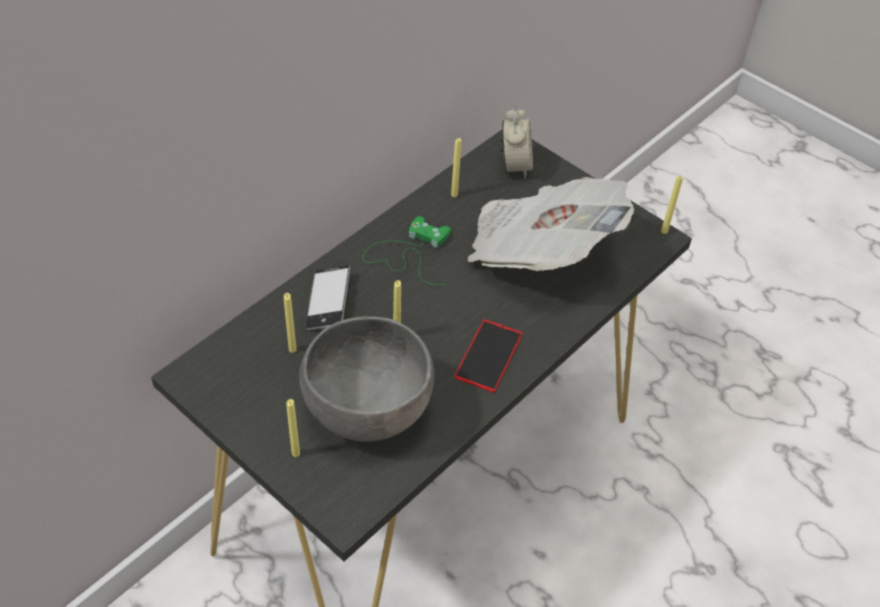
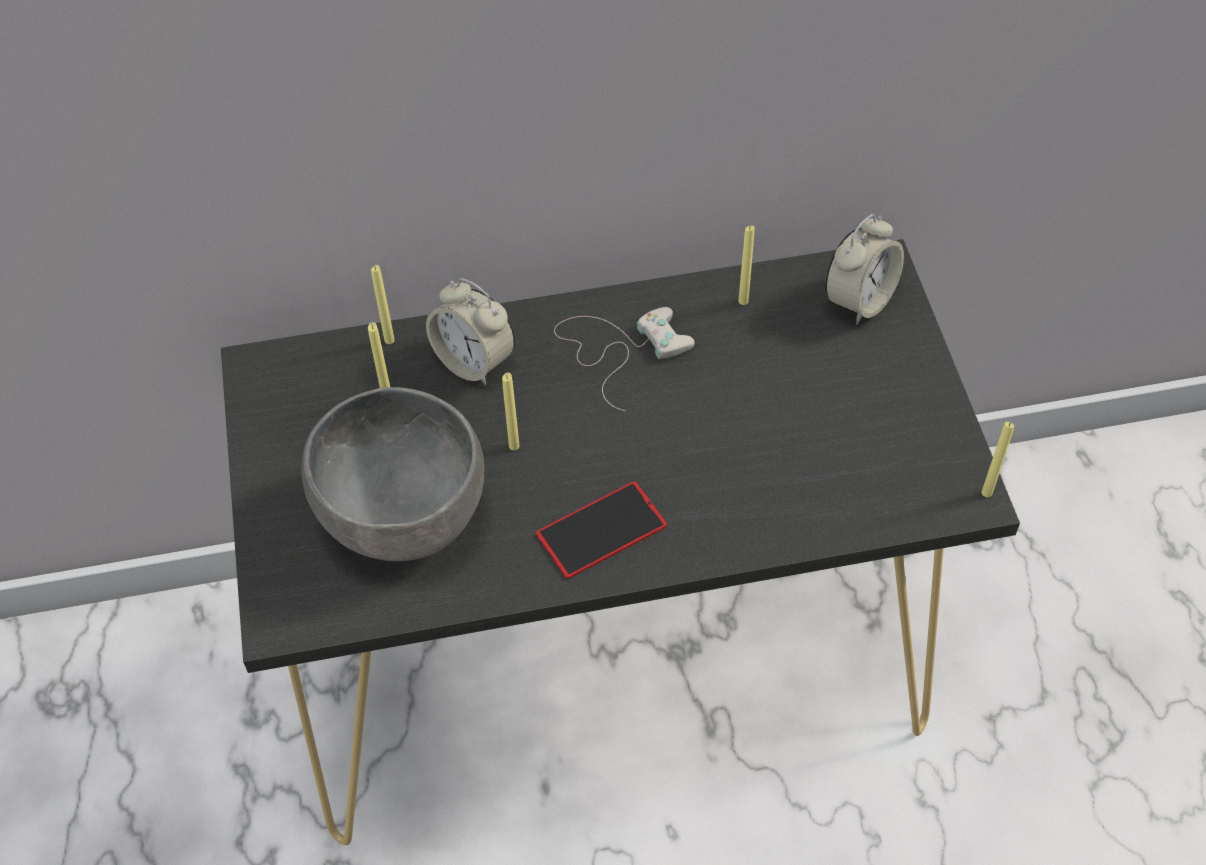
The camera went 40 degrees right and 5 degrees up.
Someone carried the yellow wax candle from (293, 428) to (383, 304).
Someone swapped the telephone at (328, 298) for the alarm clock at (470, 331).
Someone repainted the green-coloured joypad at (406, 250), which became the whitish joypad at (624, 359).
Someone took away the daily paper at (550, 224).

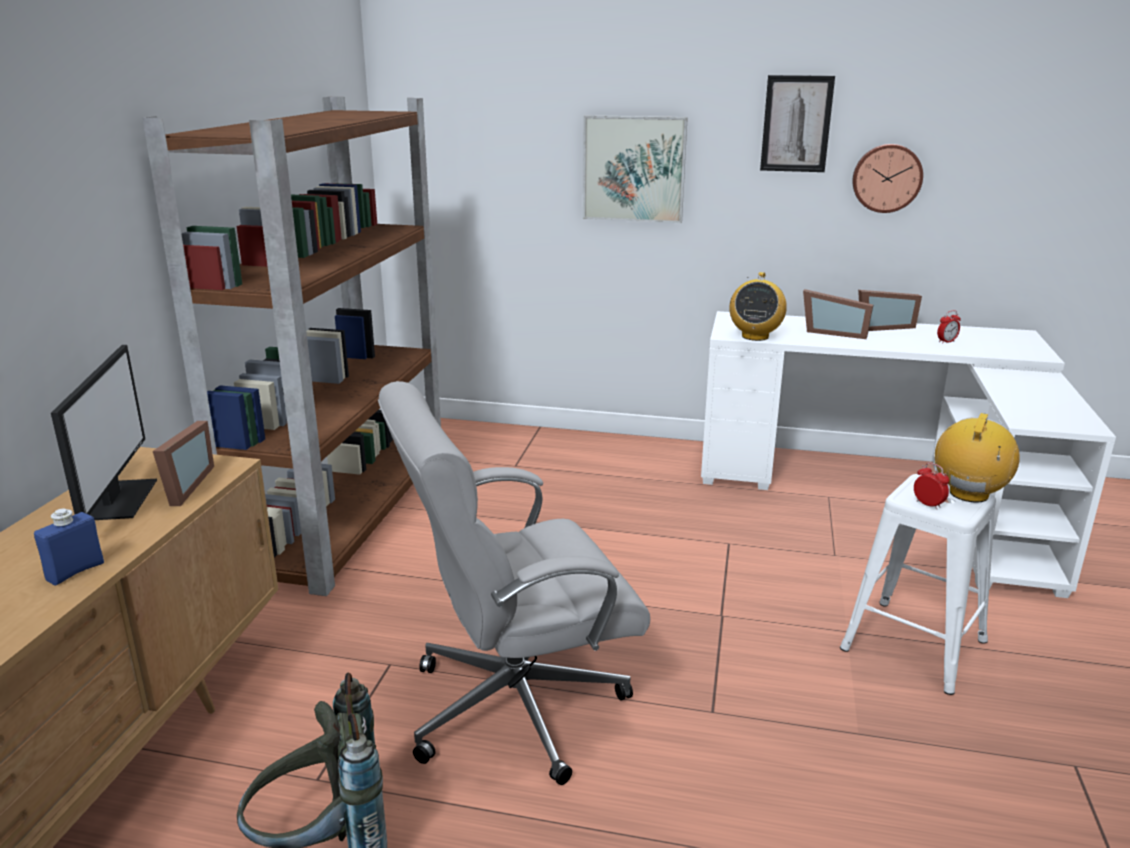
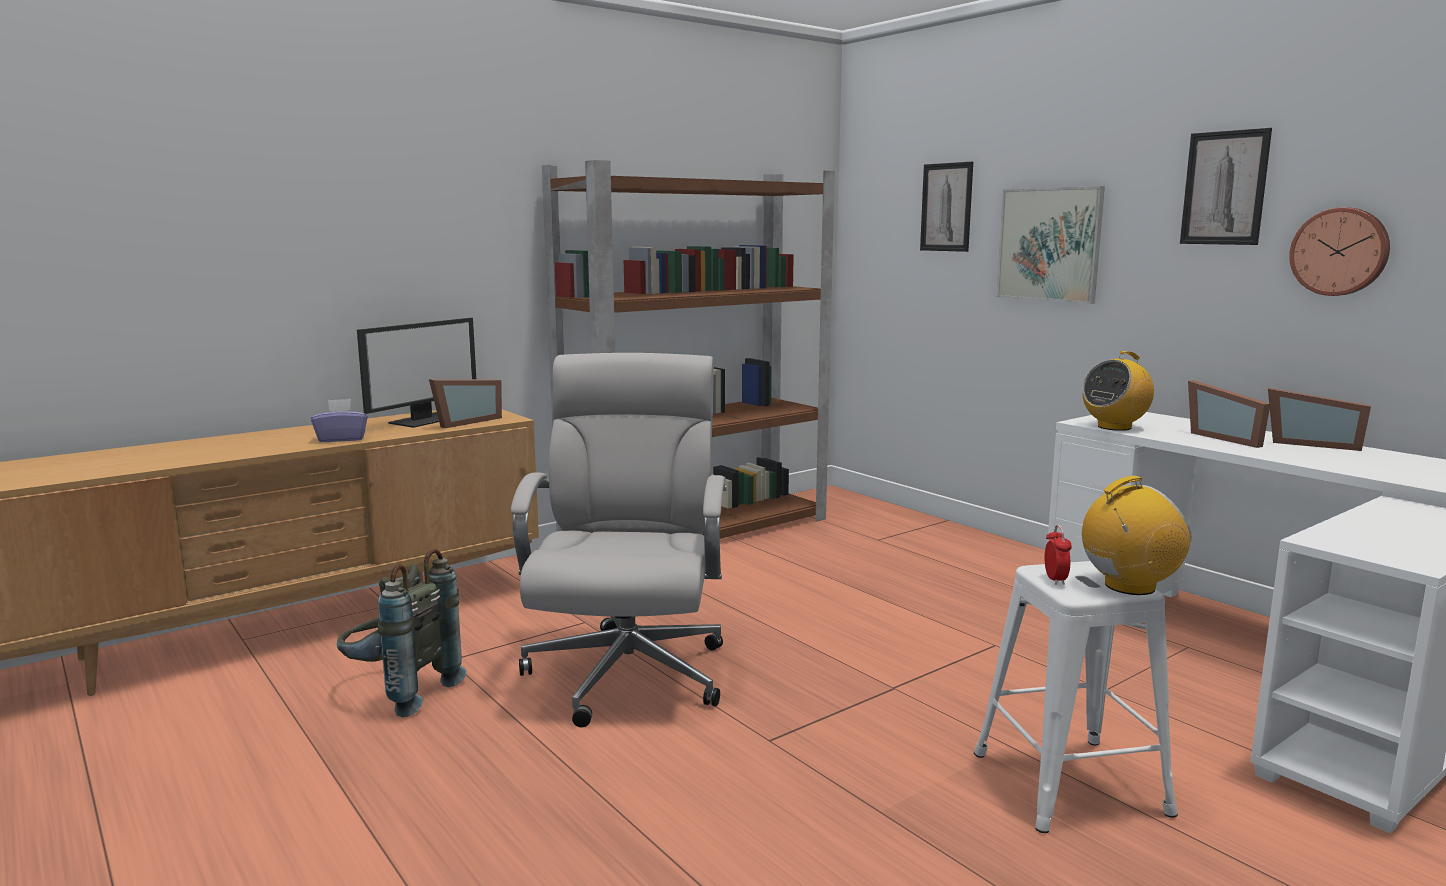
The camera went 40 degrees right and 10 degrees down.
Someone swapped the bluish beverage bottle at (69, 547) for the purplish tissue holder at (339, 420).
Someone rotated the greyish computer chair at (514, 583) by 75 degrees clockwise.
Someone took away the alarm clock at (949, 327).
Someone put up the wall picture at (946, 207).

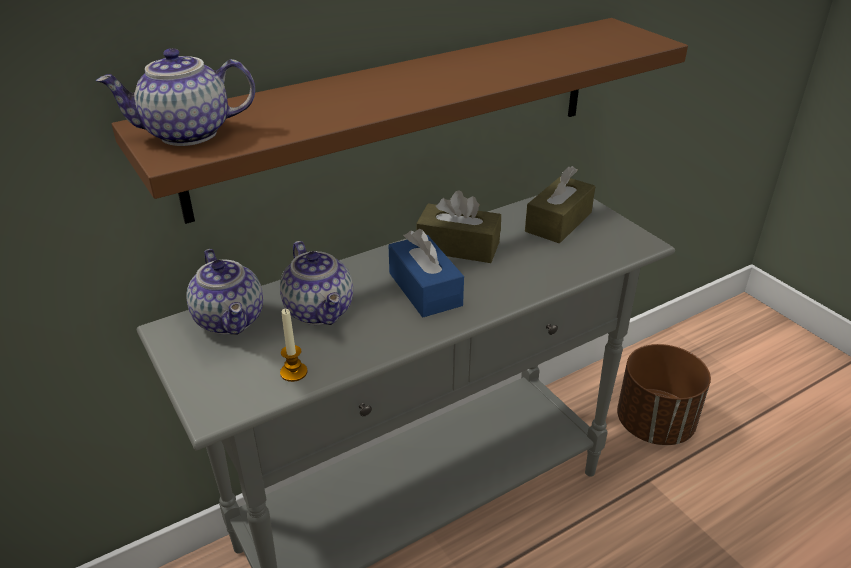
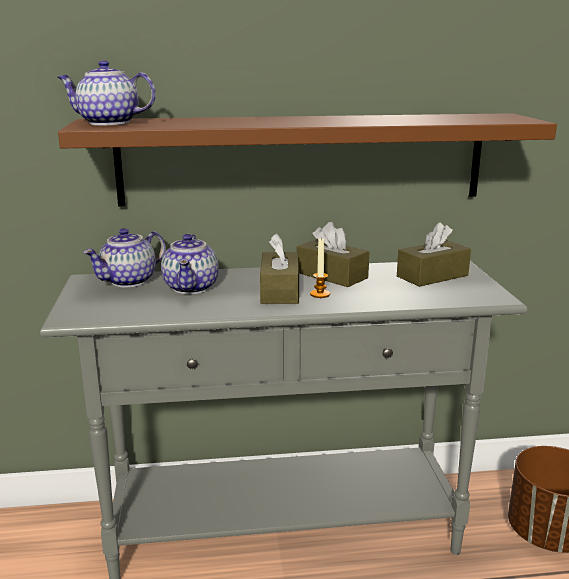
The camera went 25 degrees right and 15 degrees down.
Someone rotated the teapot at (224, 292) by 45 degrees clockwise.
Someone carried the wax candle from (294, 345) to (320, 267).
Someone repainted the bluish tissue holder at (426, 273), which became the brown-coloured tissue holder at (279, 269).

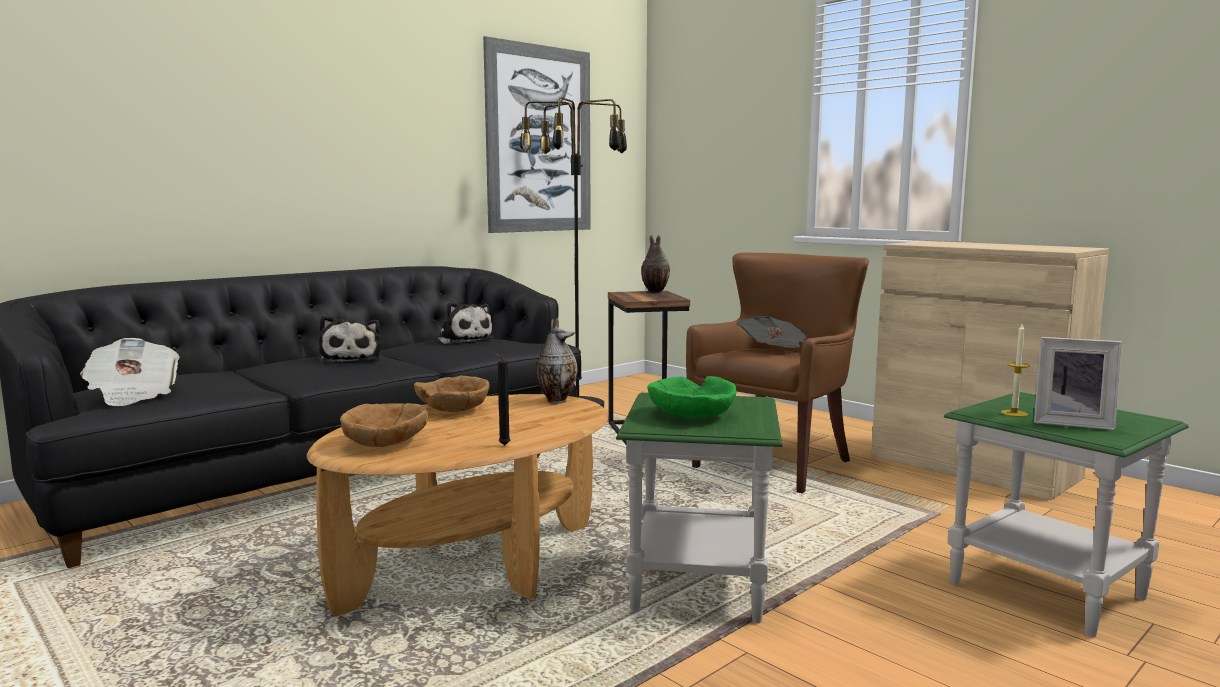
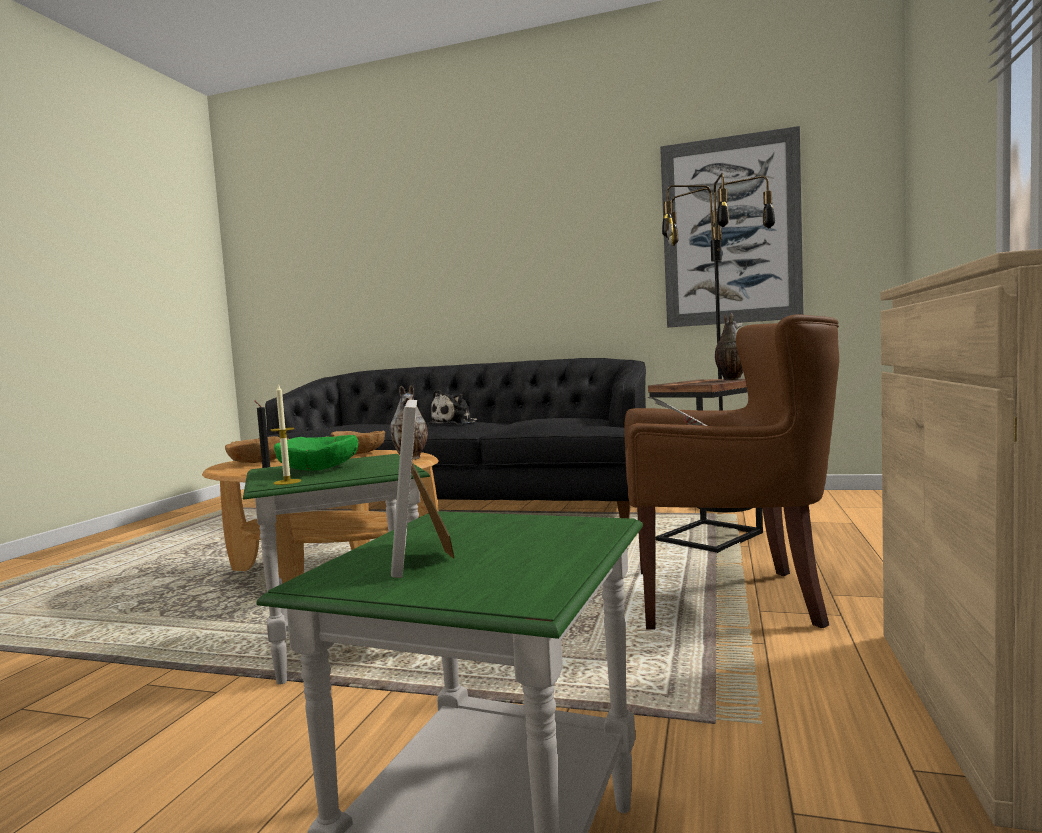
The camera went 60 degrees right and 5 degrees down.
Someone took away the daily paper at (130, 372).
Someone took away the cuddly toy at (465, 323).
Someone carried the wax candle from (1015, 370) to (286, 434).

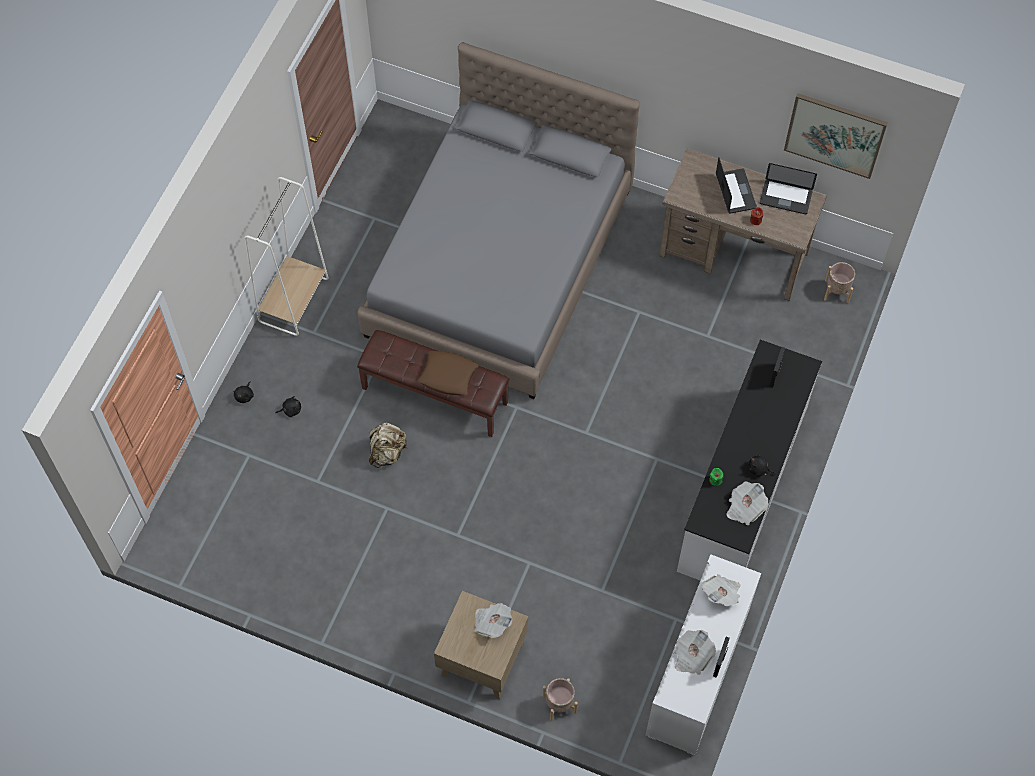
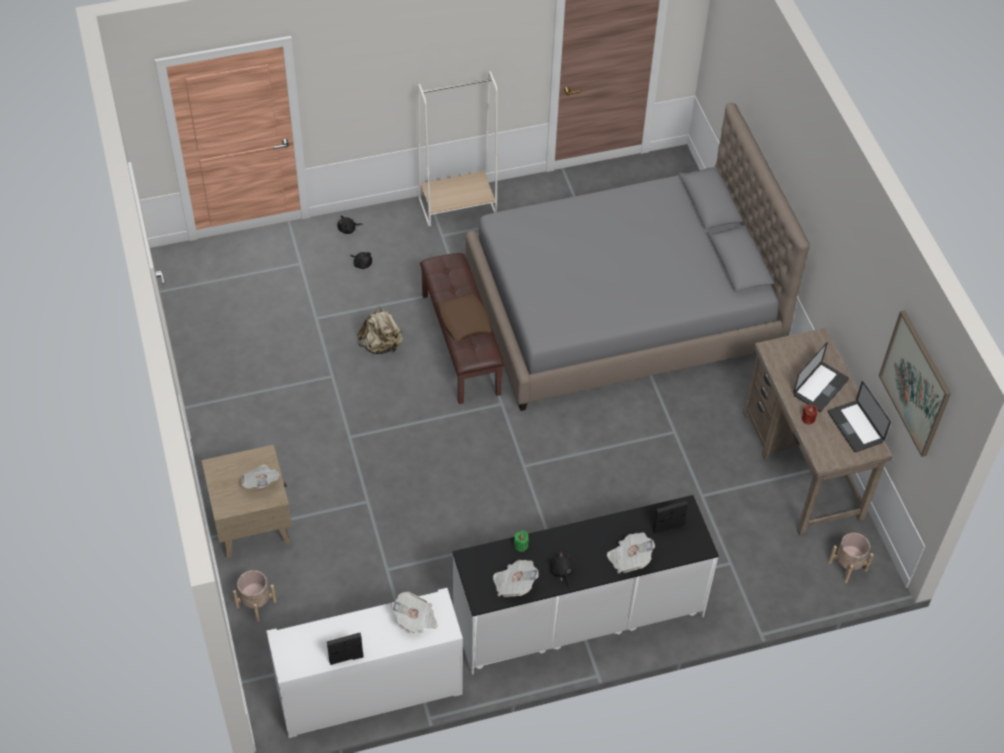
The camera went 50 degrees right and 10 degrees down.
Someone carried the daily paper from (695, 652) to (631, 552).

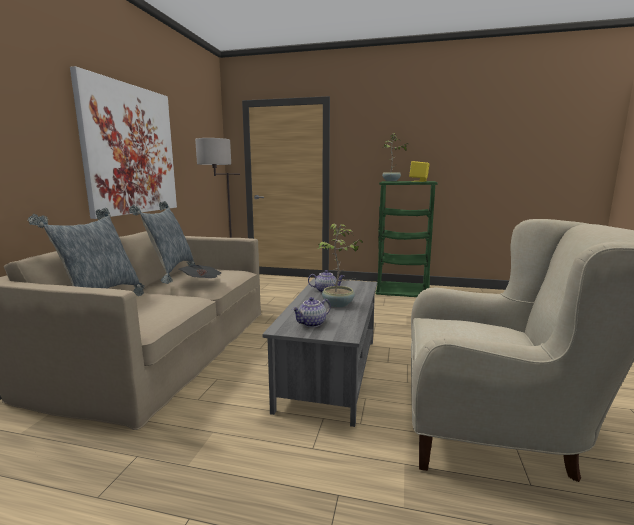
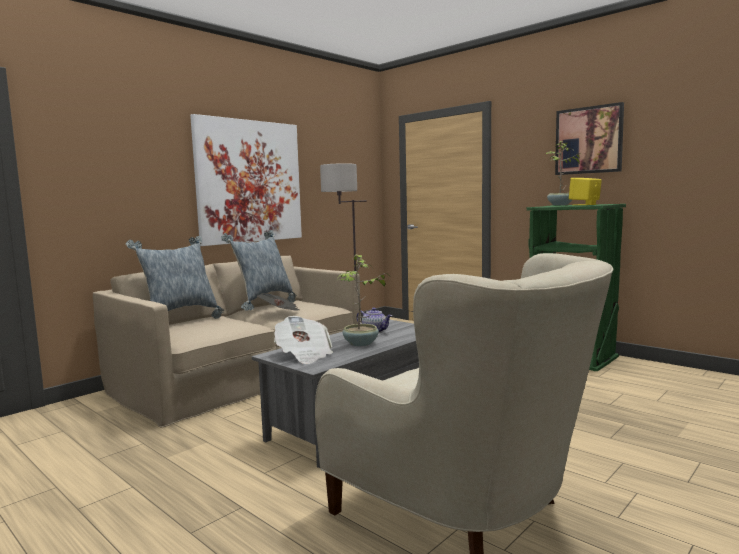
The camera went 30 degrees right and 5 degrees down.
Someone swapped the teapot at (311, 312) for the daily paper at (303, 340).
Someone put up the wall picture at (589, 138).

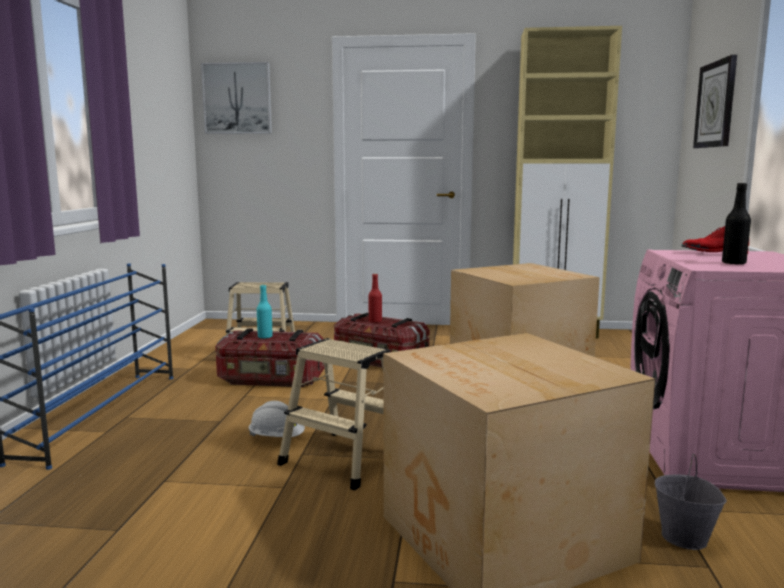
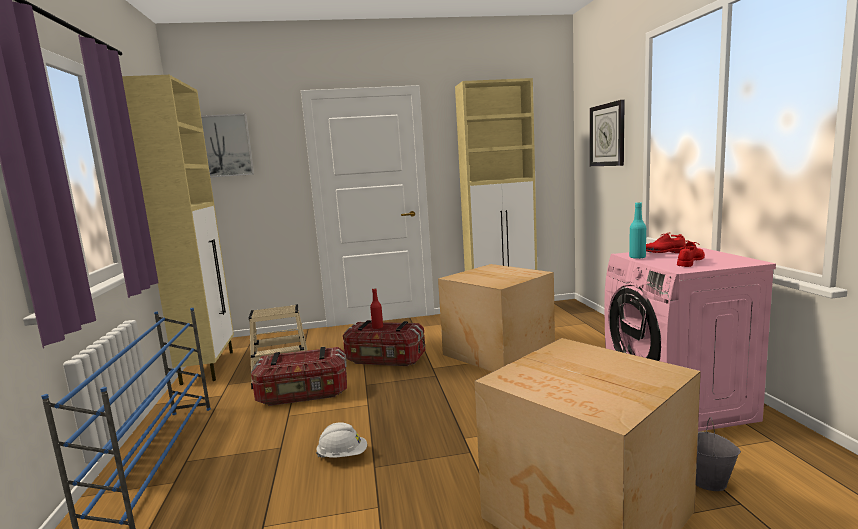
The camera went 15 degrees left and 0 degrees up.
Someone carried the turquoise beverage bottle from (265, 312) to (637, 230).
Someone took away the beige-coloured stepladder at (334, 414).
Someone swapped the black beverage bottle at (736, 224) for the reddish item of footwear at (691, 253).
Someone put down the beige-coloured storage cabinet at (178, 230).

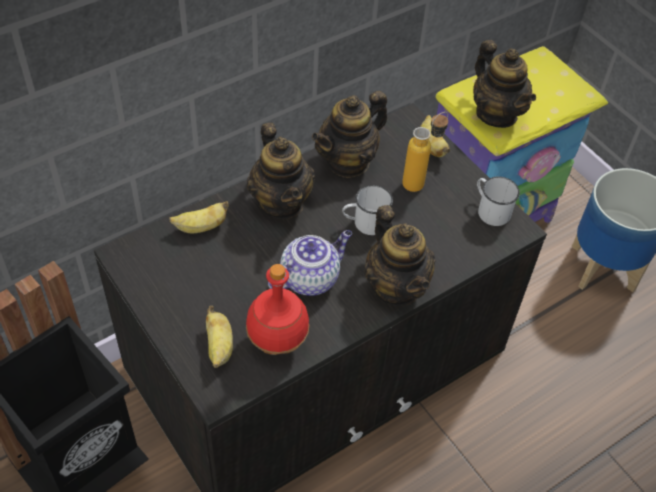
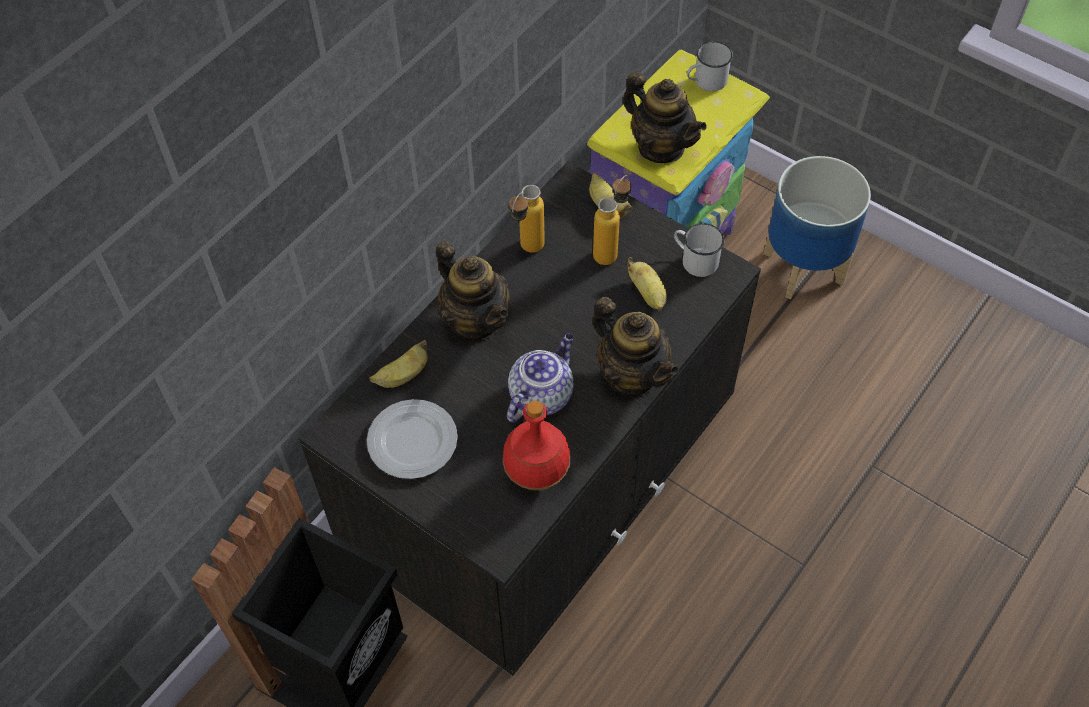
The camera went 15 degrees left and 5 degrees up.
Someone carried the banana fruit from (219, 337) to (647, 284).
Someone swapped the teapot at (349, 134) for the beverage bottle at (527, 219).
Someone carried the whitish coffee mug from (367, 210) to (710, 66).
Someone put down the flat dish at (412, 439).

